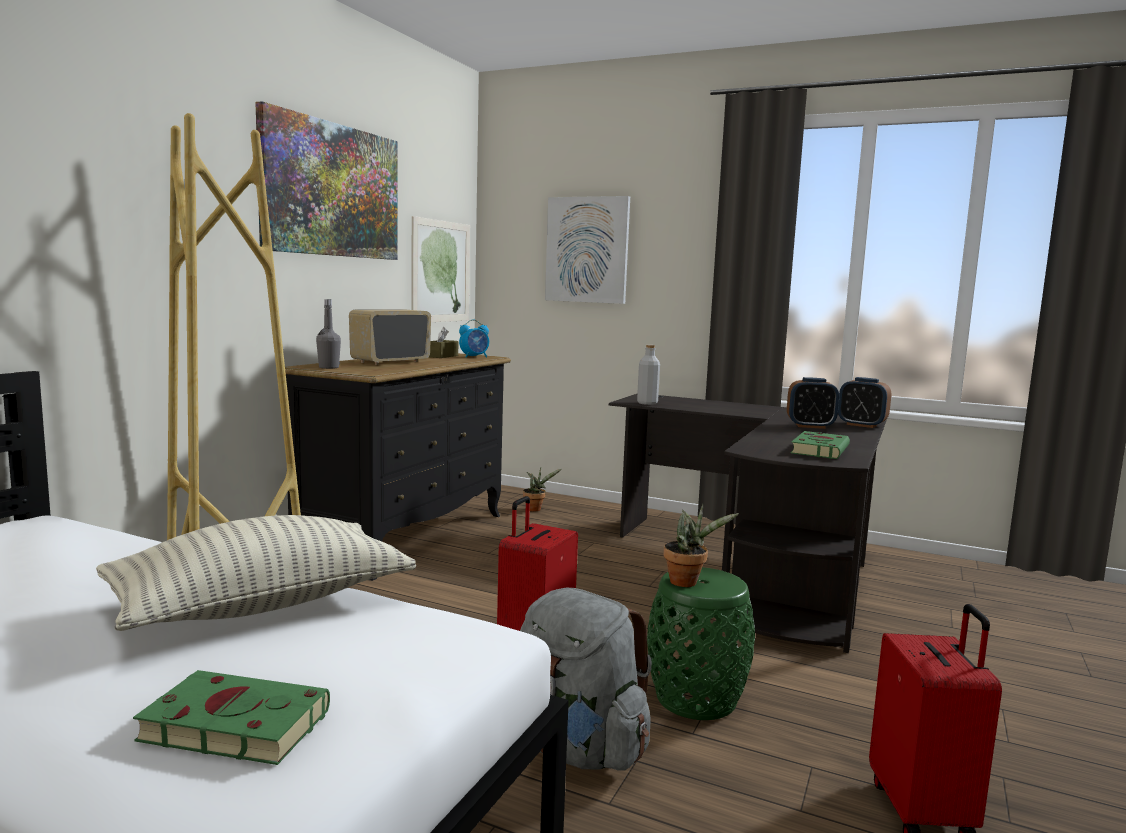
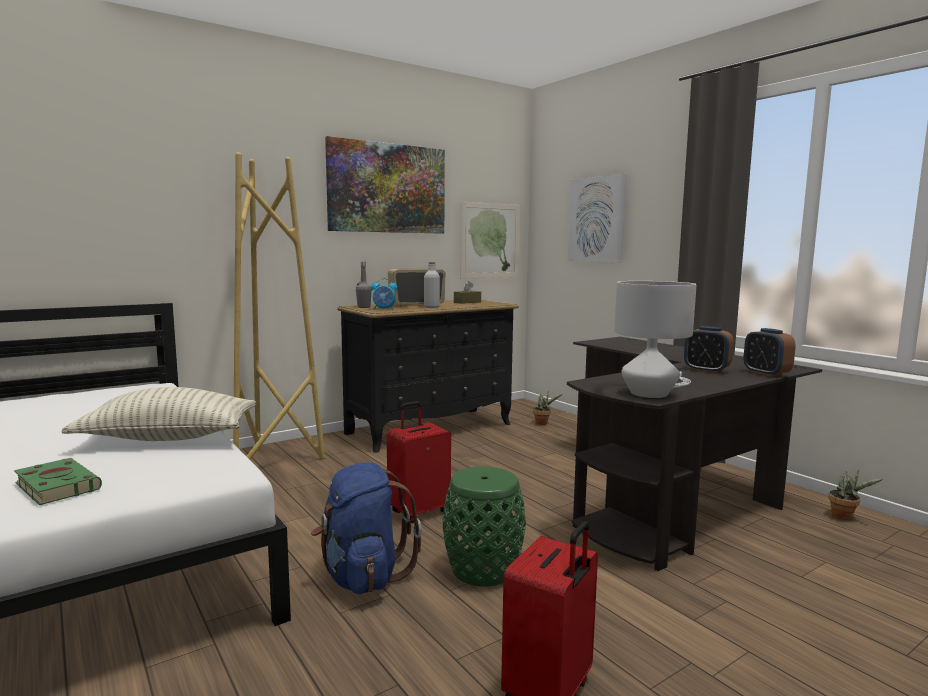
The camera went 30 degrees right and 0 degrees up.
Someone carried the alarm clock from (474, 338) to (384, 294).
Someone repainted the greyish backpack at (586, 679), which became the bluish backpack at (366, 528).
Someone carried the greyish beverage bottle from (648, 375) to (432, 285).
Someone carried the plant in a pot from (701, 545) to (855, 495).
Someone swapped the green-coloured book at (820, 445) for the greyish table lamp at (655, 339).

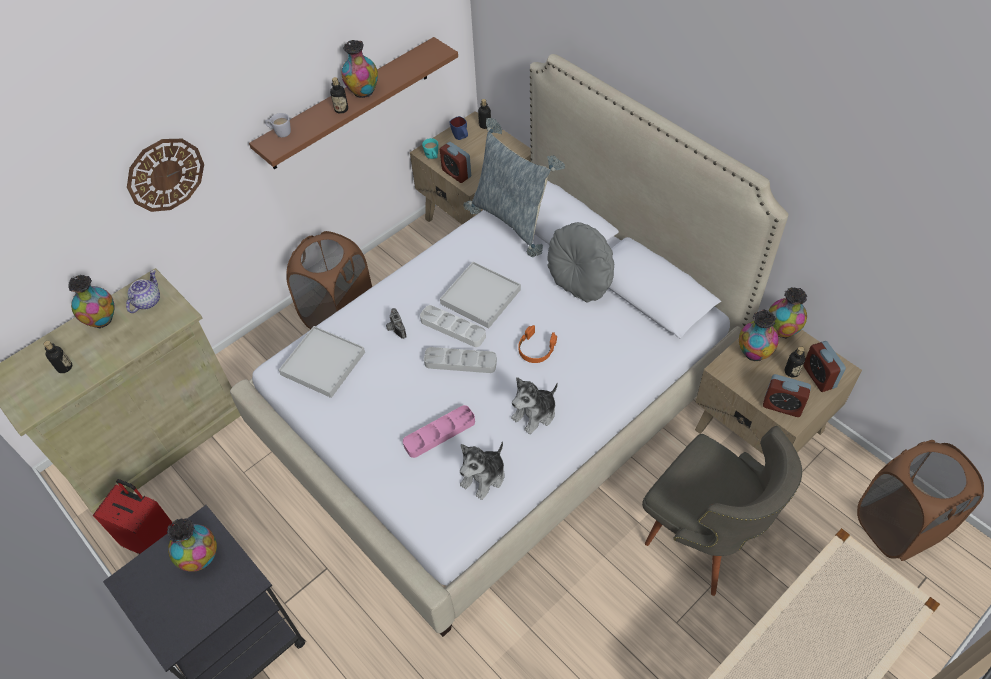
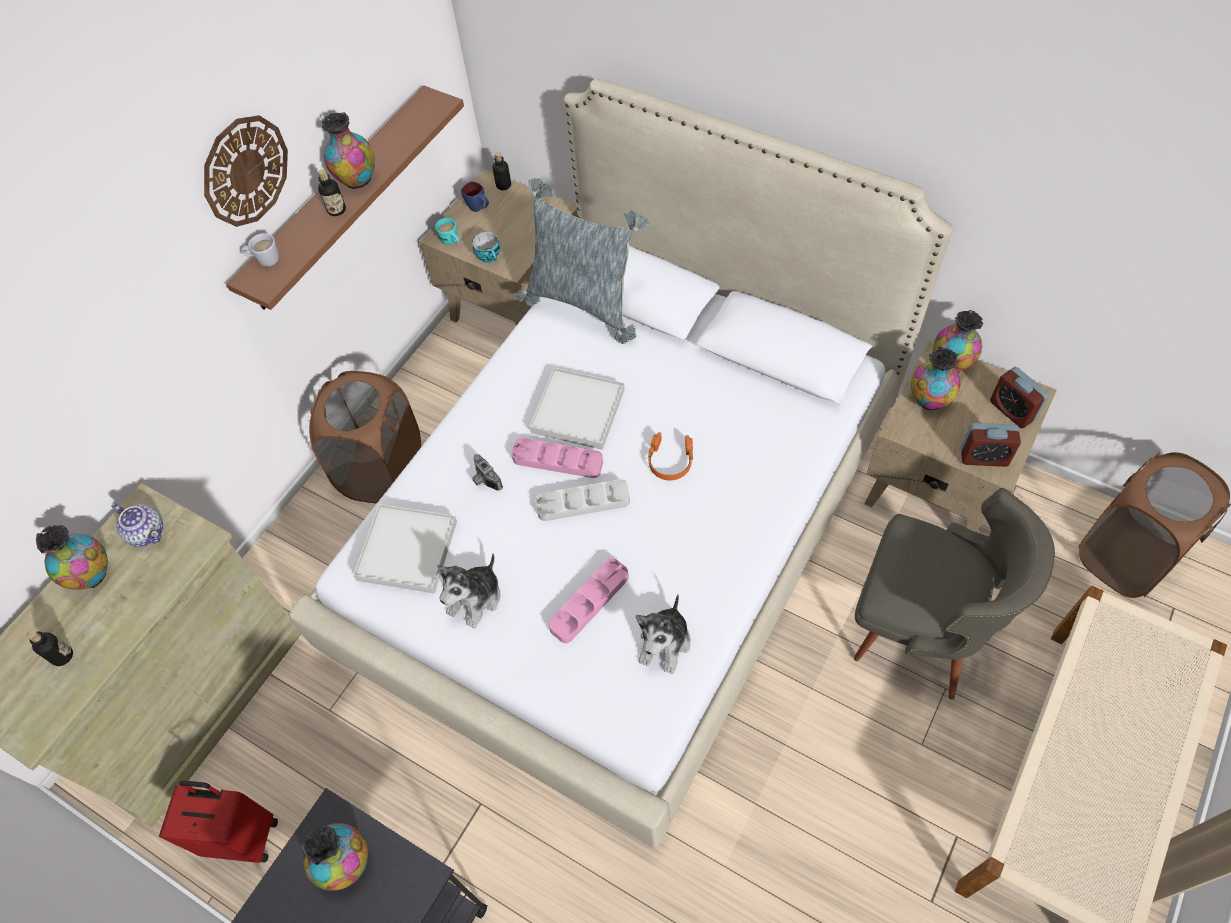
The camera went 15 degrees left and 5 degrees up.
Someone rotated the teapot at (143, 291) by 120 degrees clockwise.
Someone carried the hanging clock from (165, 175) to (246, 171).
Someone repainted the whitish tray at (453, 326), which became the pinkish tray at (557, 458).
Someone swapped the alarm clock at (455, 162) for the small cup at (486, 247).
Someone carried the cuddly toy from (534, 405) to (468, 590).
Someone took away the greyish cushion at (580, 262).
Someone took away the beverage bottle at (795, 362).

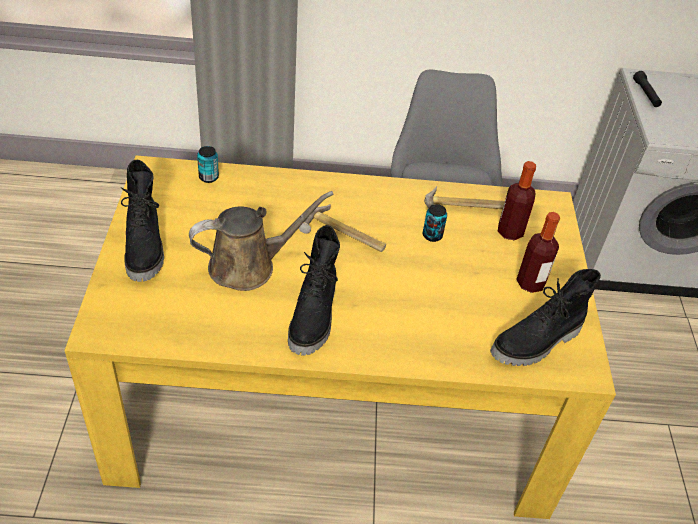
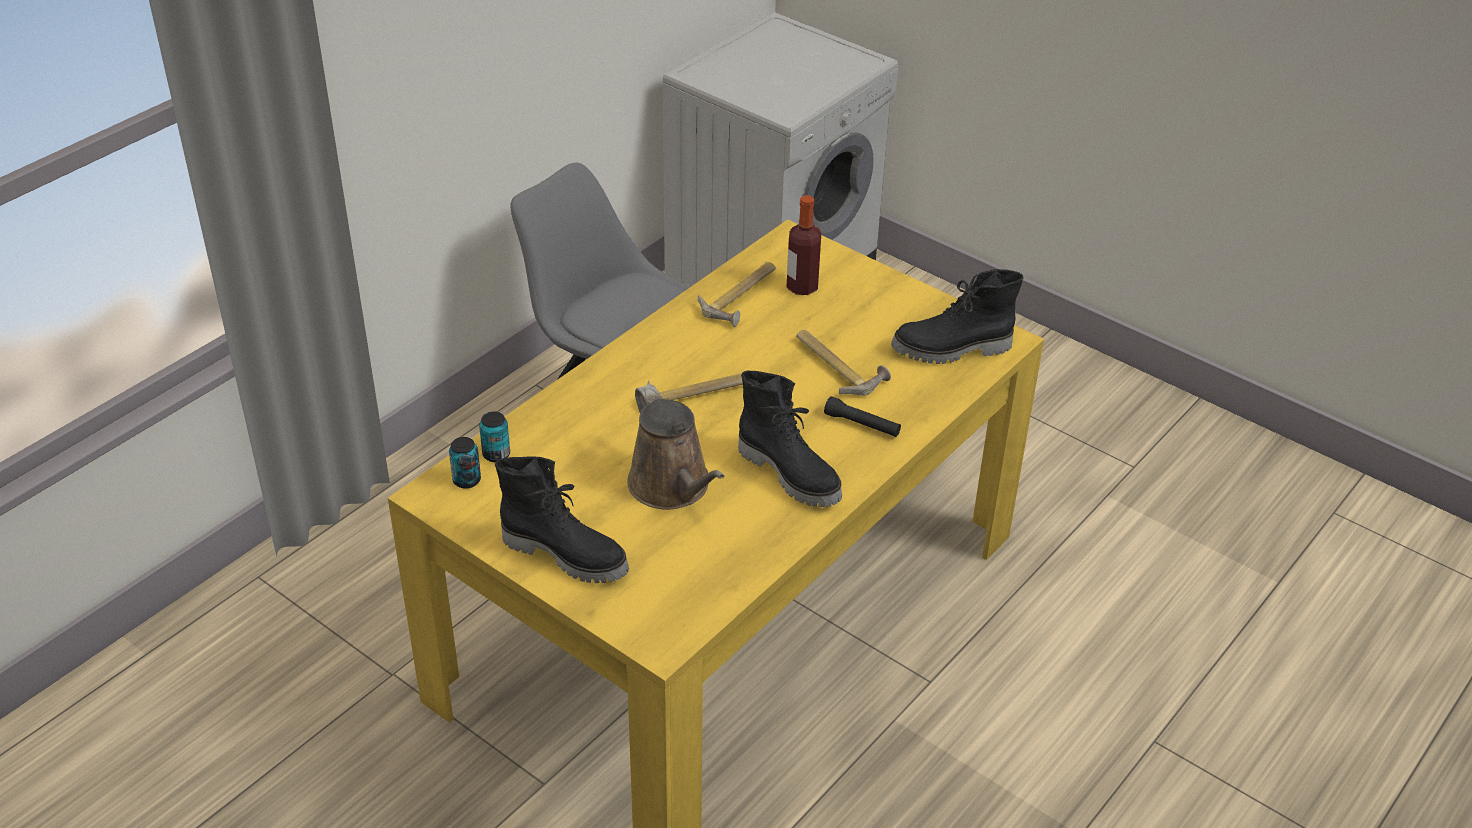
The camera went 50 degrees left and 5 degrees down.
Someone rotated the brown-coloured watering pot at (261, 241) by 135 degrees clockwise.
Someone carried the metal can from (435, 223) to (465, 463).
Someone rotated the black tall boot at (545, 317) by 75 degrees clockwise.
Someone took away the beverage bottle at (538, 252).
Someone carried the black flashlight from (647, 89) to (862, 416).
Someone put down the hand hammer at (843, 363).

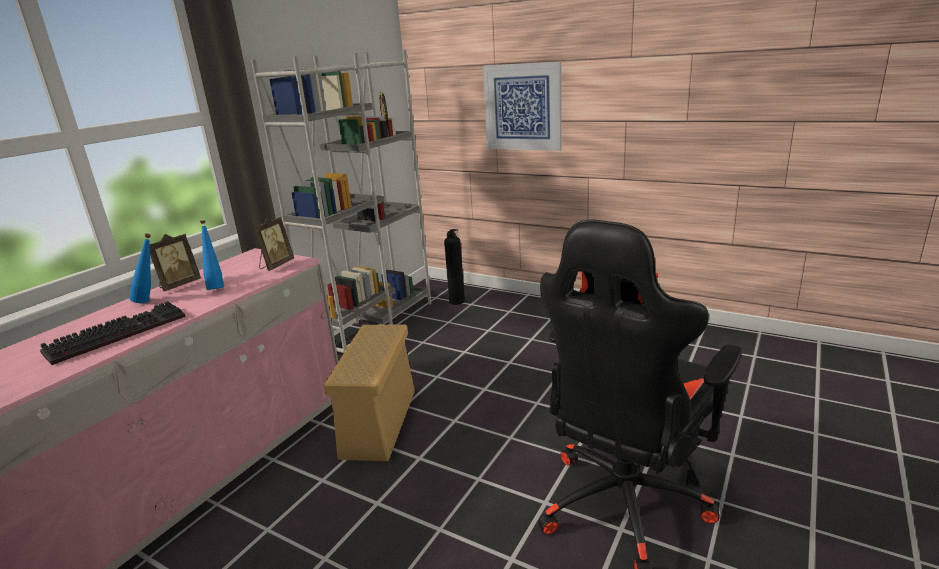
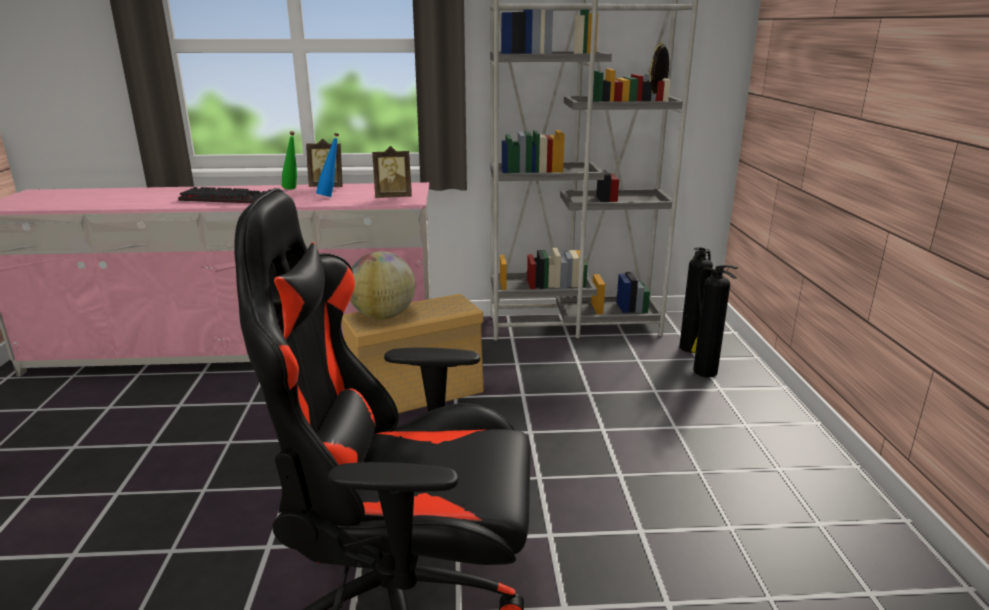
The camera went 55 degrees right and 0 degrees up.
Someone repainted the bluish beverage bottle at (140, 268), which became the green-coloured beverage bottle at (289, 160).
Someone took away the wall picture at (522, 106).
Someone put down the desk globe at (382, 285).
Someone put down the extinguisher at (714, 321).

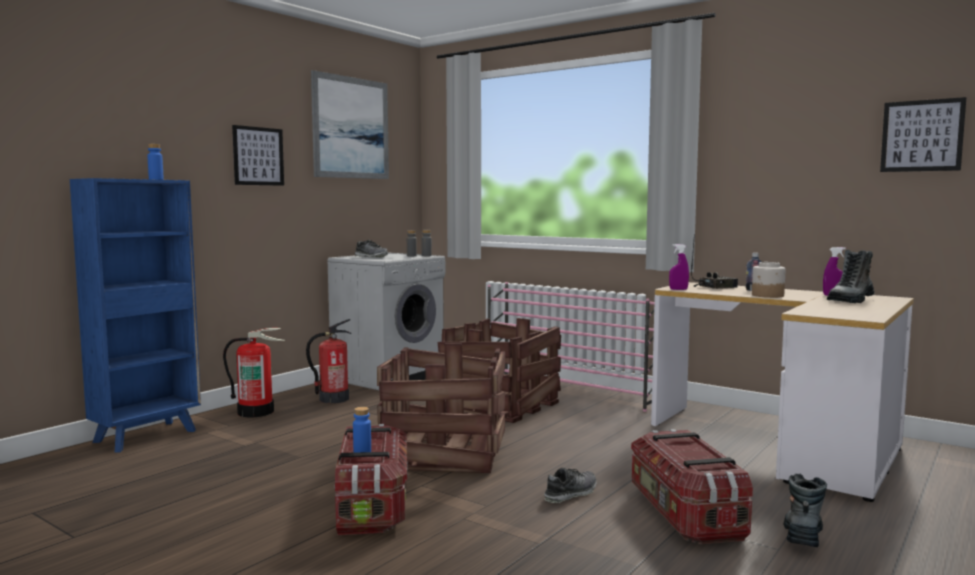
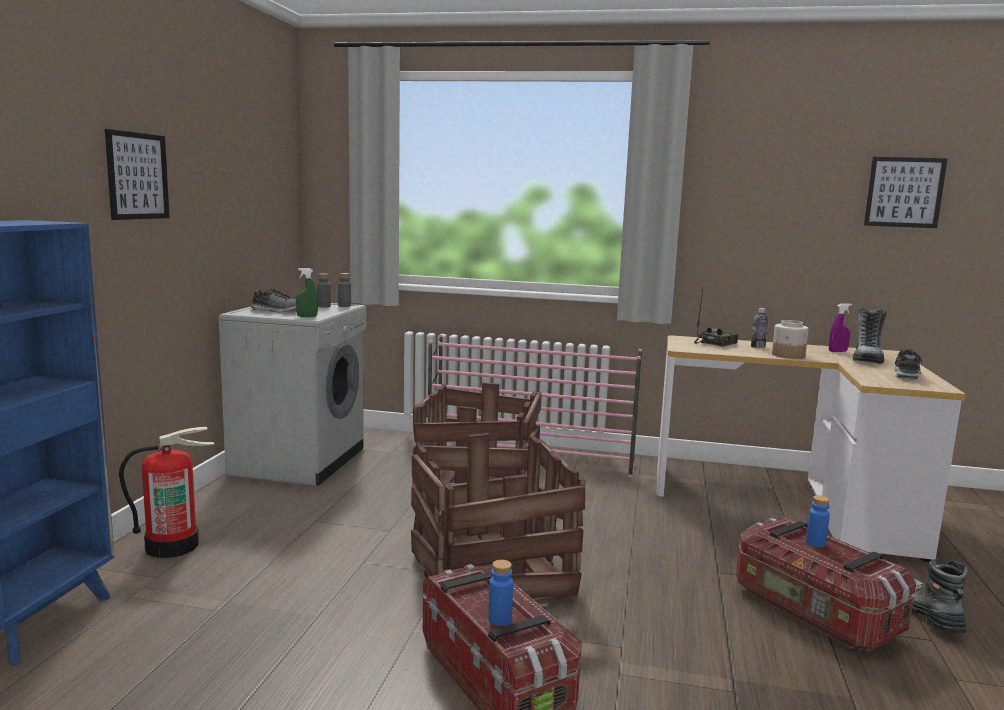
The camera went 25 degrees left and 5 degrees up.
Someone carried the bluish beverage bottle from (155, 162) to (818, 521).
Someone took away the extinguisher at (328, 361).
Someone took away the wall picture at (350, 124).
Someone carried the item of footwear from (570, 485) to (908, 364).
Someone took away the purplish spray bottle at (679, 267).
Someone put down the green-coloured spray bottle at (307, 292).

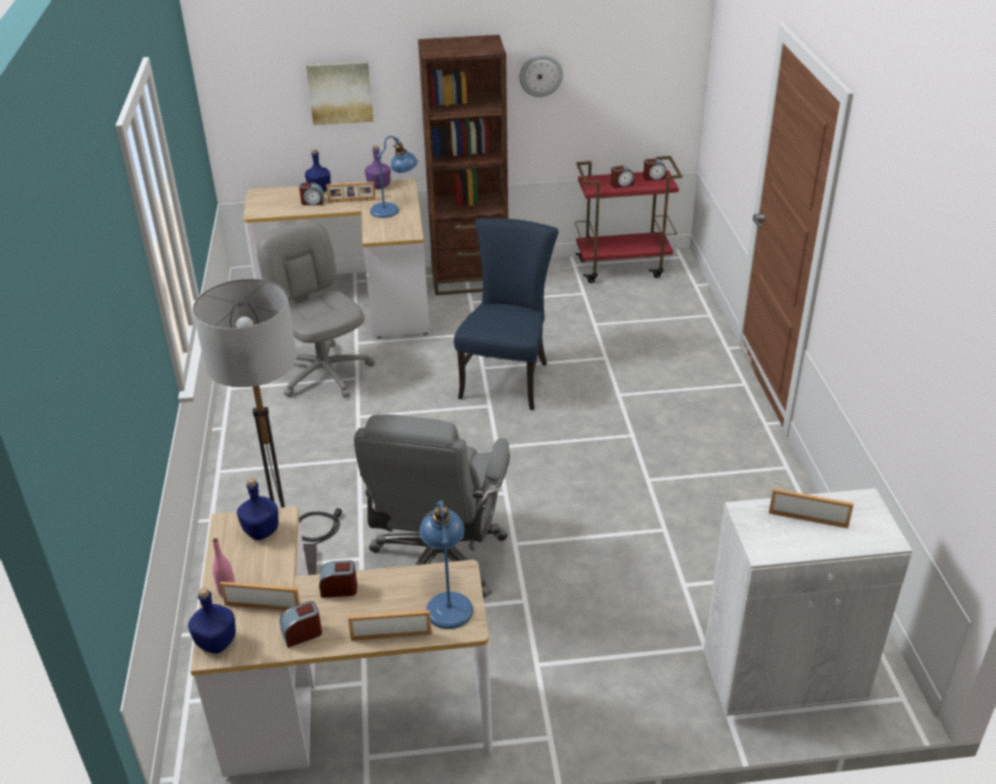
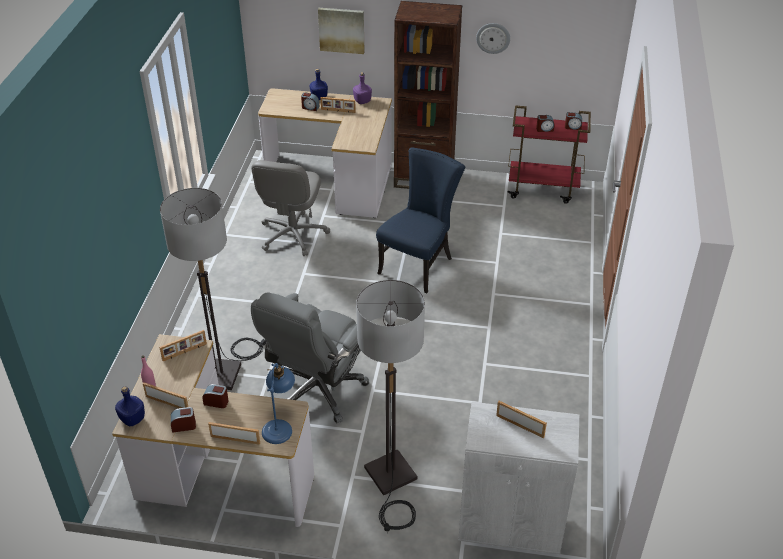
The camera went 15 degrees right and 5 degrees up.
Someone swapped the bluish beverage bottle at (258, 509) for the picture frame at (183, 345).
Someone rotated the greyish computer chair at (316, 309) by 150 degrees counterclockwise.
Someone took away the bluish table lamp at (394, 177).
Someone put down the standard lamp at (390, 406).

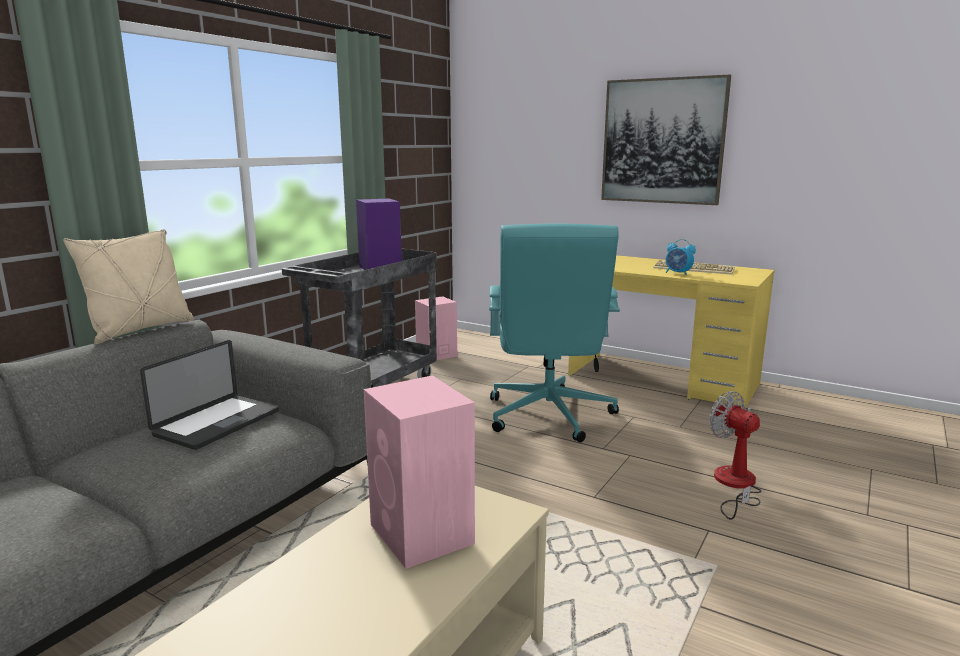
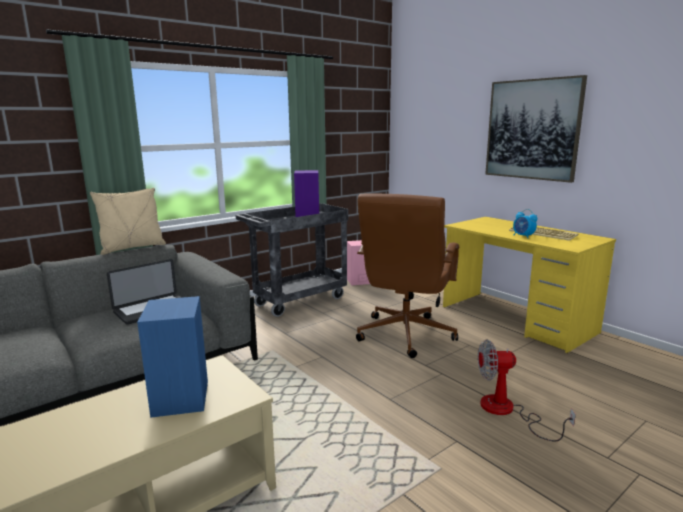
The camera went 20 degrees right and 0 degrees up.
Someone repainted the pinkish speaker at (419, 472), which became the bluish speaker at (172, 357).
Someone repainted the turquoise computer chair at (554, 333), which became the brown-coloured computer chair at (407, 276).
Someone rotated the fan at (735, 455) by 75 degrees counterclockwise.

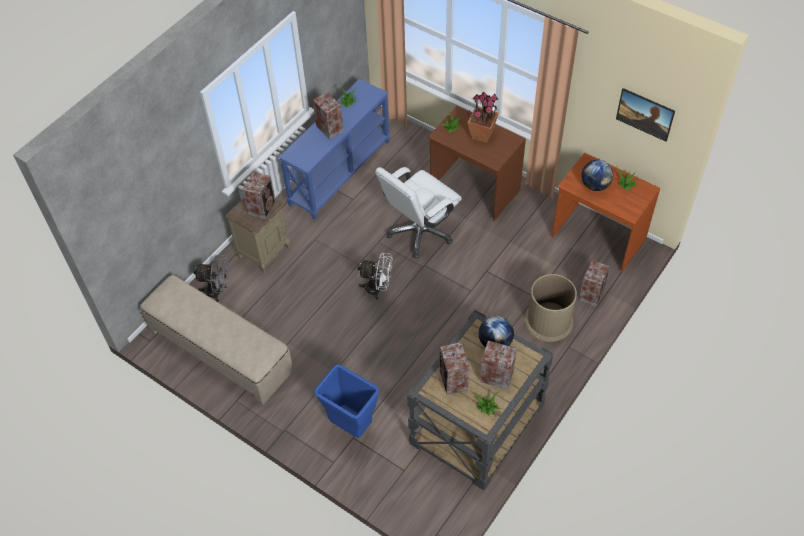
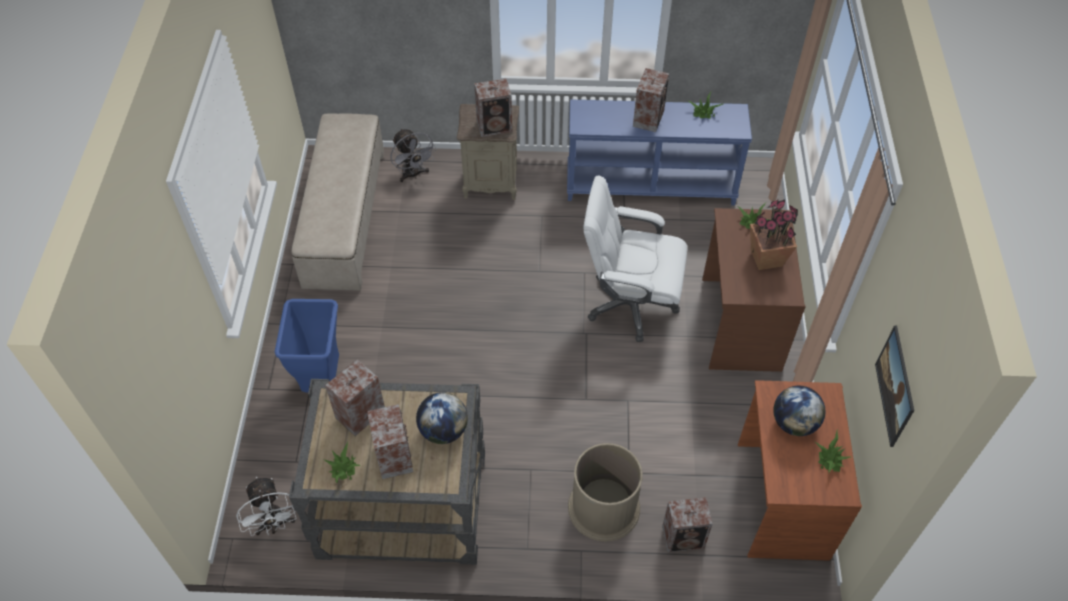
The camera went 55 degrees right and 0 degrees up.
Someone carried the whitish fan from (375, 276) to (266, 506).

